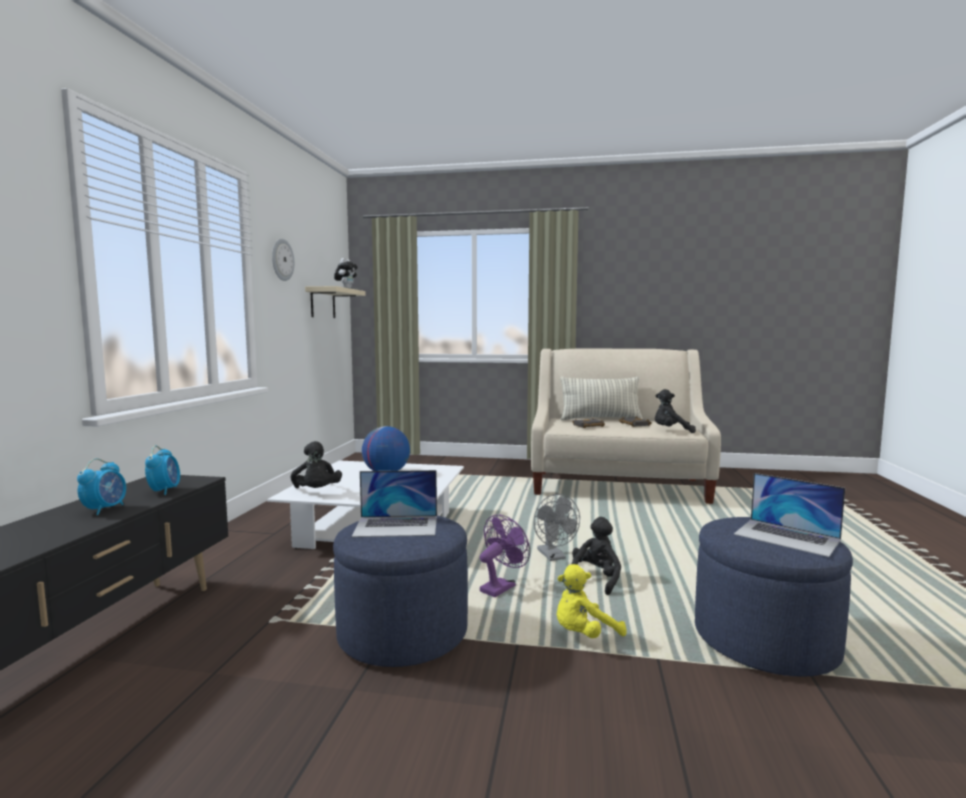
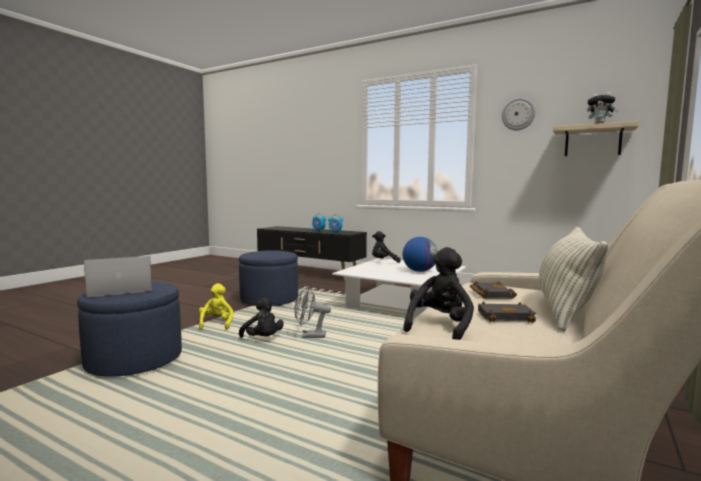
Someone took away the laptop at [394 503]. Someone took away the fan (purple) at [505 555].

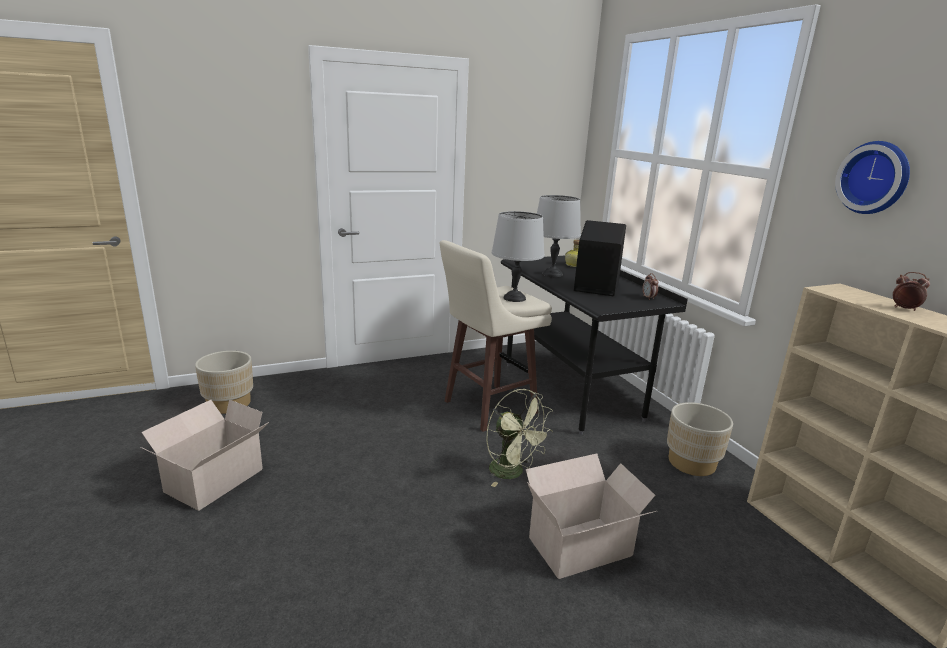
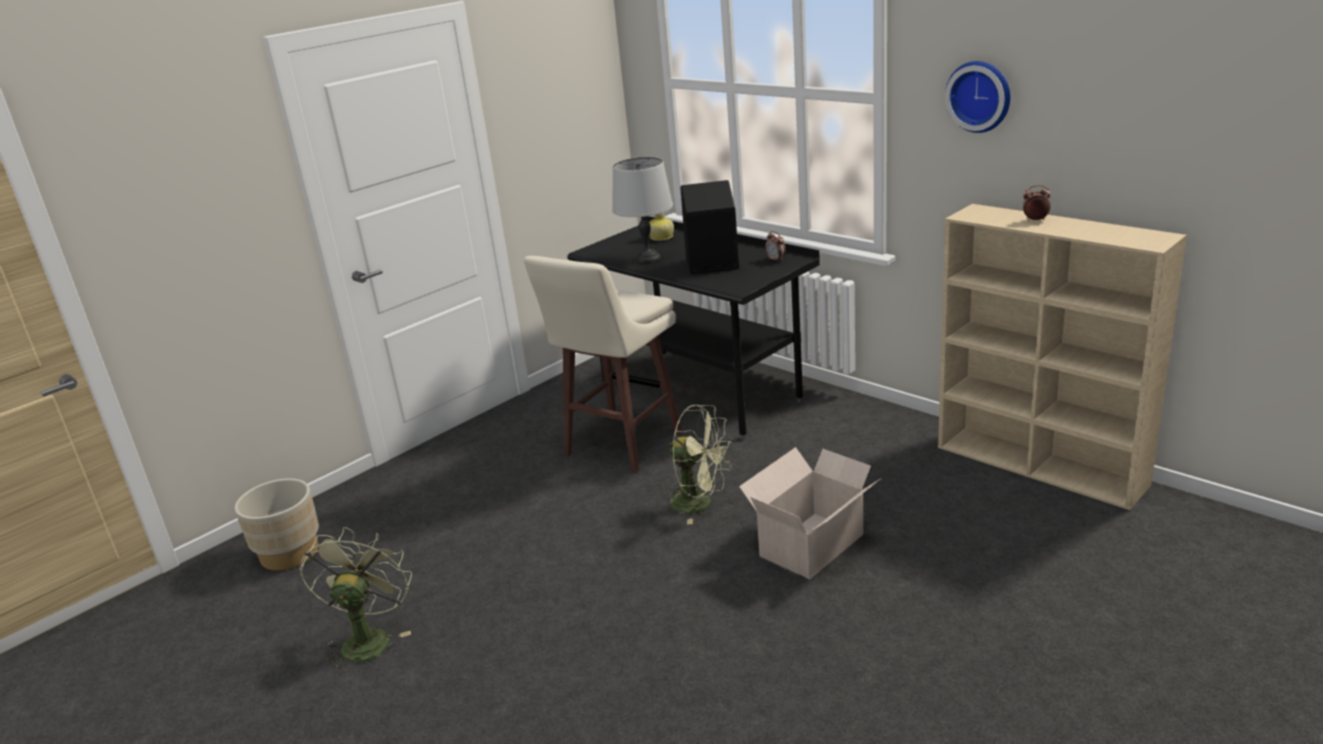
Someone took away the table lamp (grey) at [518 256]. Someone took away the planter (beige) at [700 439]. Someone swapped the cardboard box at [205 455] for the fan (green) at [356 600].

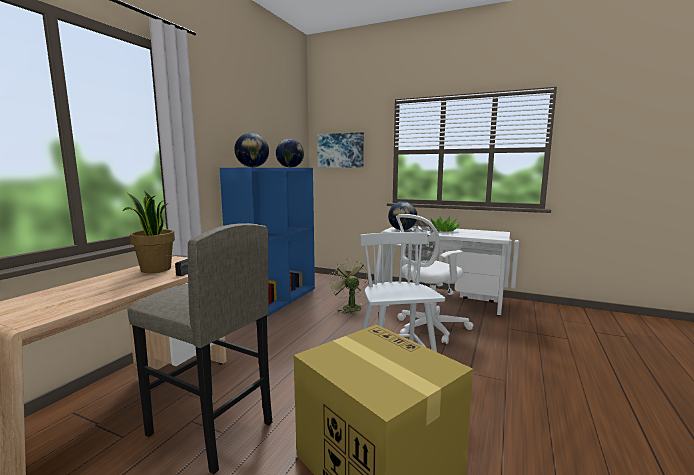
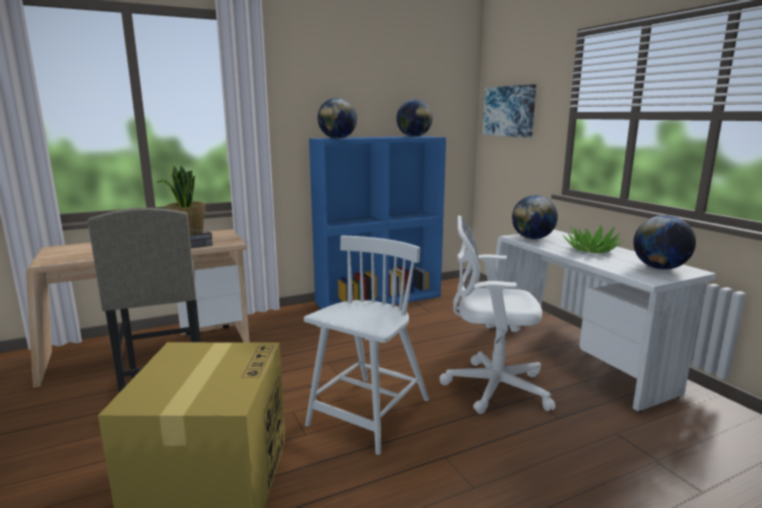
Someone took away the fan (green) at [348 288]. Someone put down the globe at [664 242].

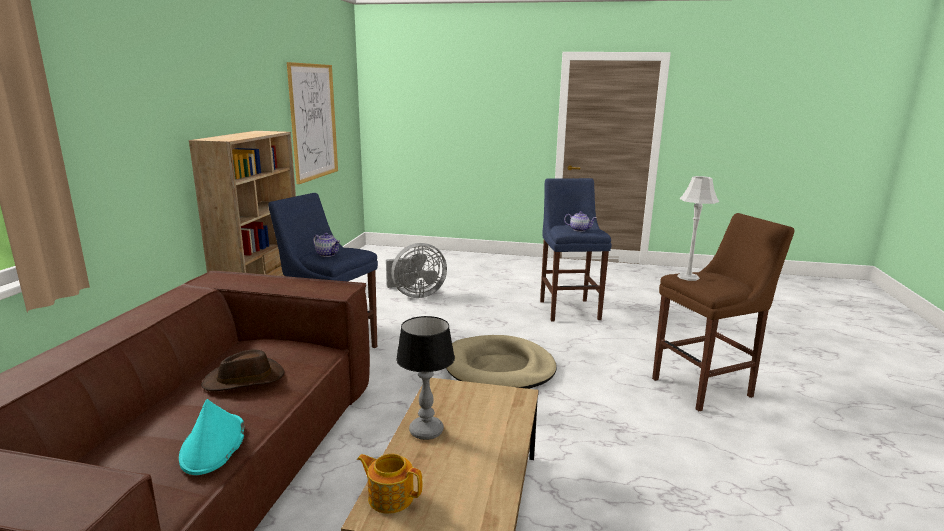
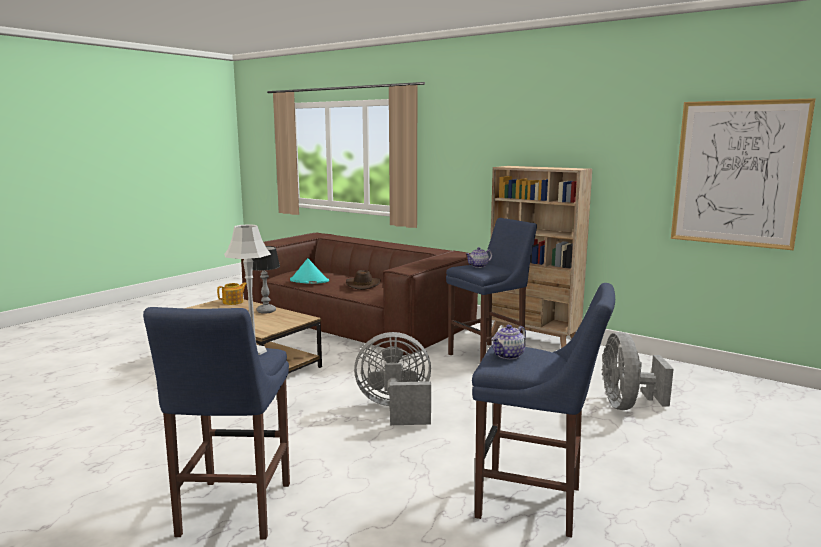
Someone swapped the dog bed (beige) at [501 362] for the fan (grey) at [392 378]. Someone repainted the stool (brown) at [723 312], which became the stool (blue) at [216 423].

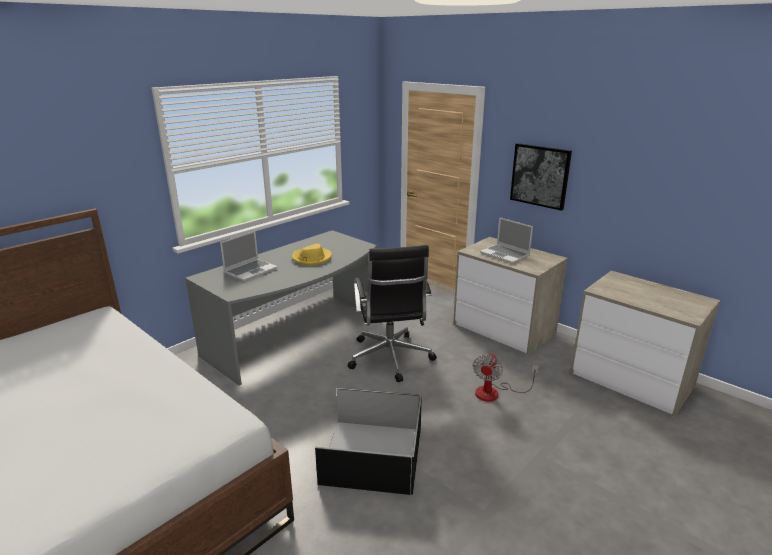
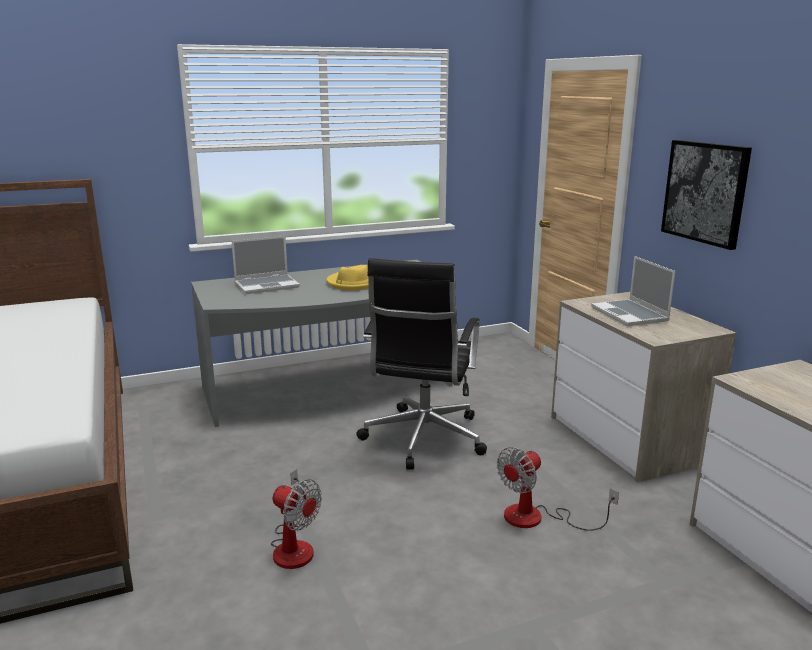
Someone swapped the storage box (black) at [368 441] for the fan at [296 519].

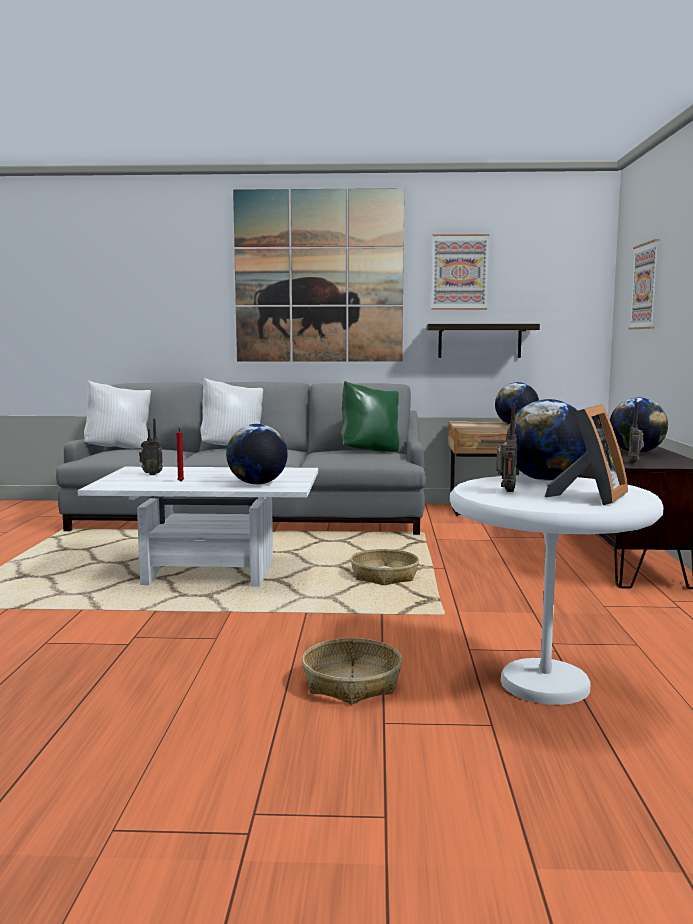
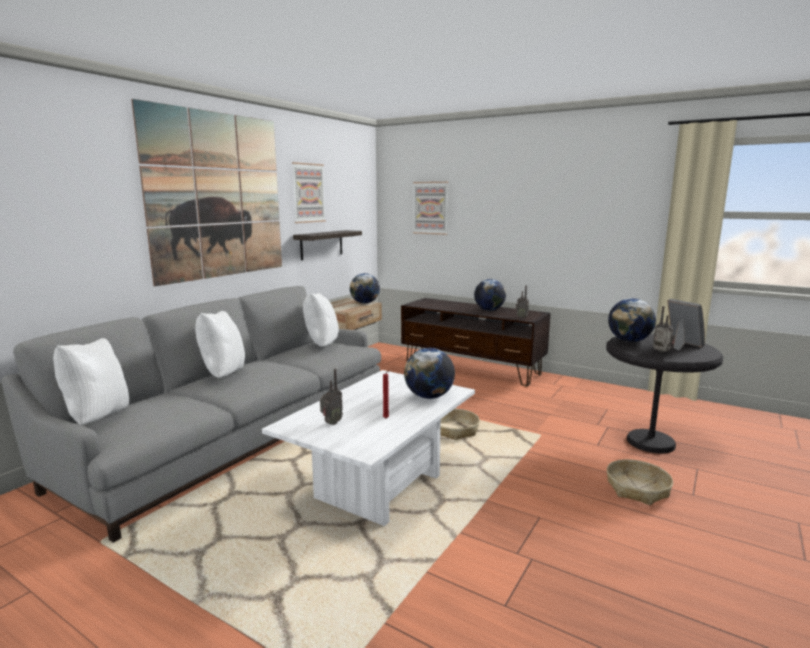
Someone repainted the pillow (green) at [370 416], which became the pillow (white) at [321 320]. Someone repainted the side table (white) at [556 590], which became the side table (black) at [665 394].

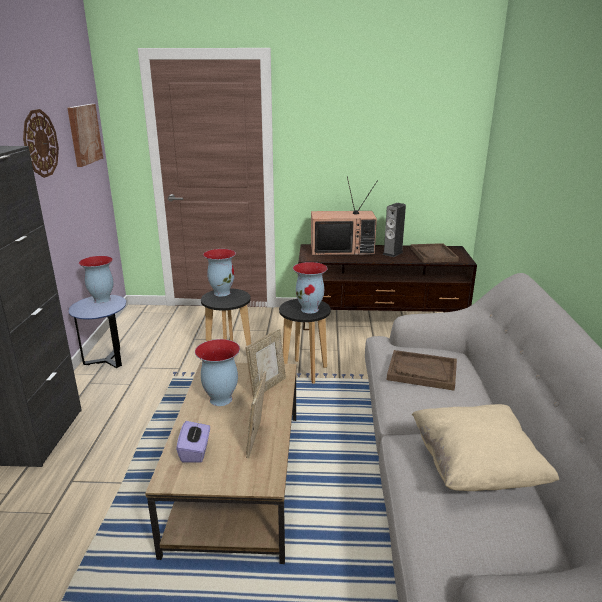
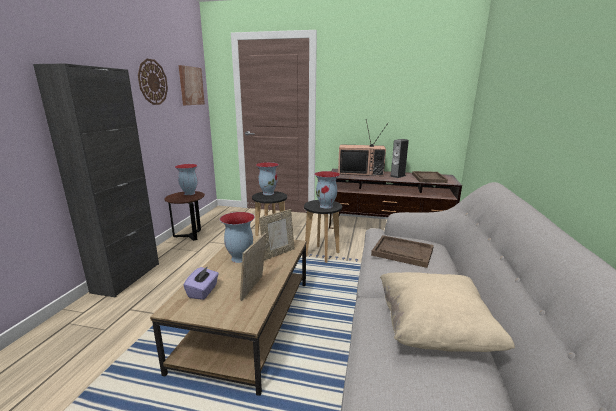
Someone repainted the side table (blue) at [97 331], which became the side table (brown) at [184 216].

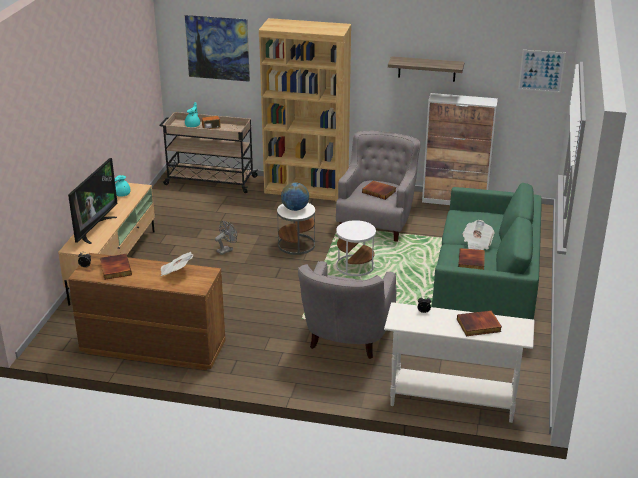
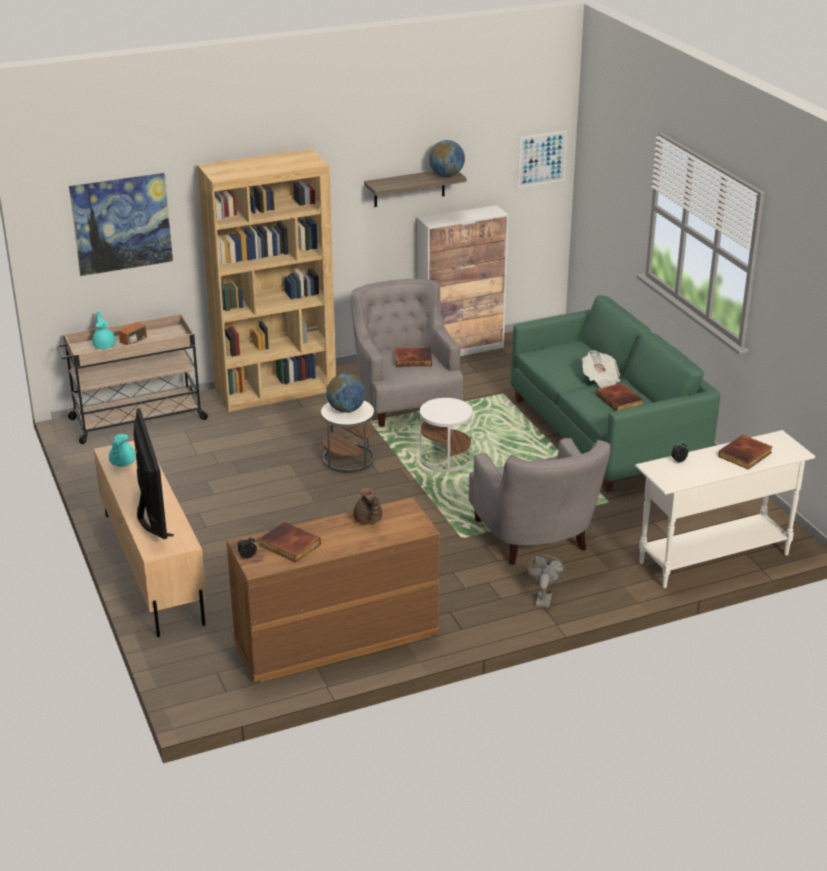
Someone put down the globe at [447 158]. Someone carried the fan (grey) from [226 238] to [546 581]. Someone swapped the newspaper at [177 264] for the teapot (brown) at [367 506].

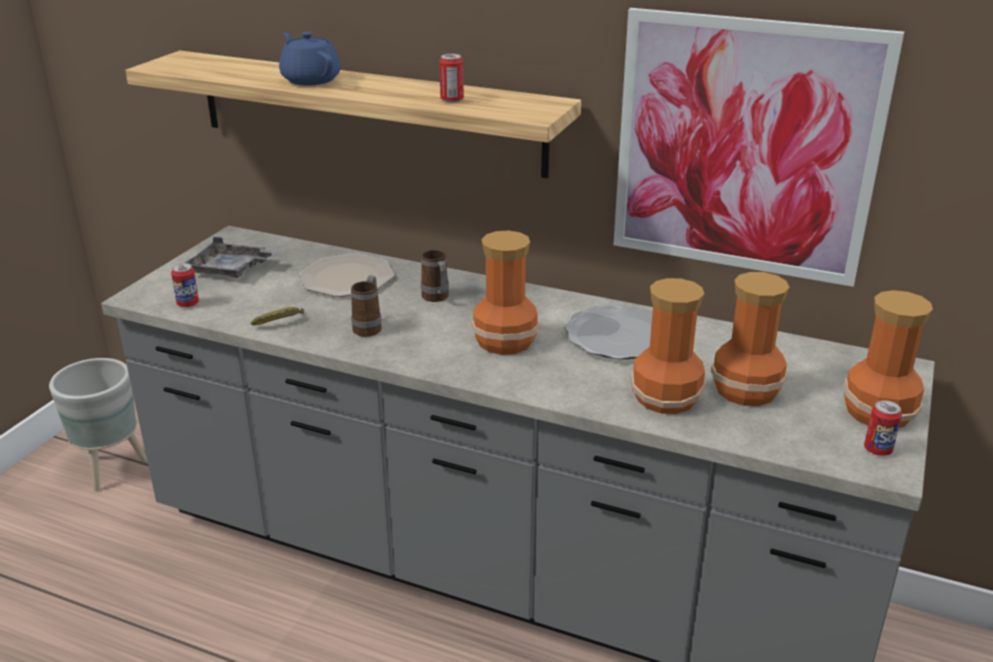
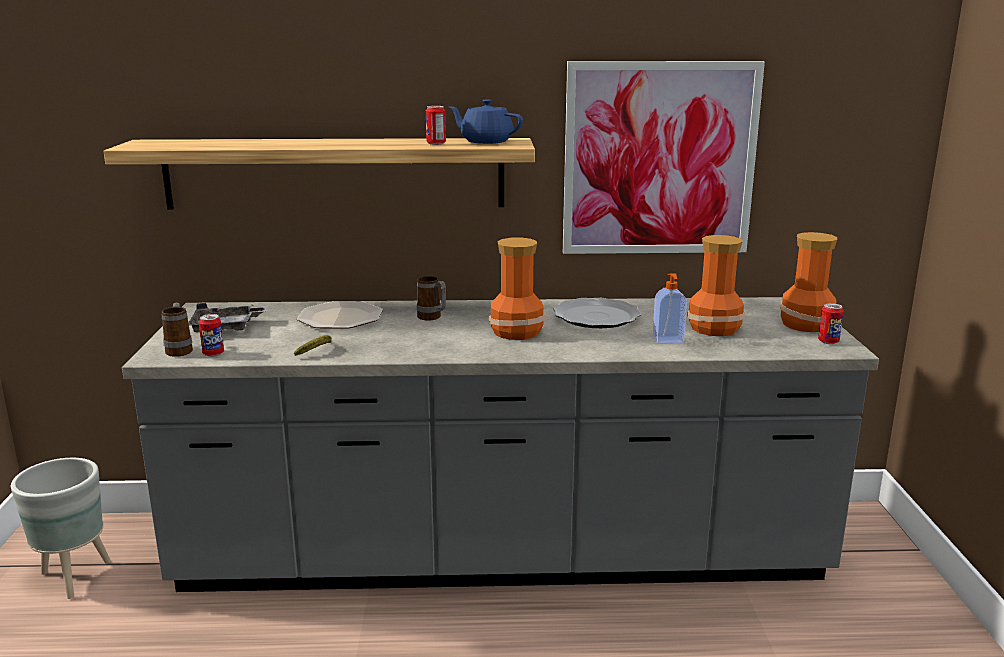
Someone carried the teapot (blue) from [310 58] to [486 122]. Someone carried the mug from [366 306] to [177 330]. Someone swapped the vase at [668 346] for the soap dispenser at [669 308].

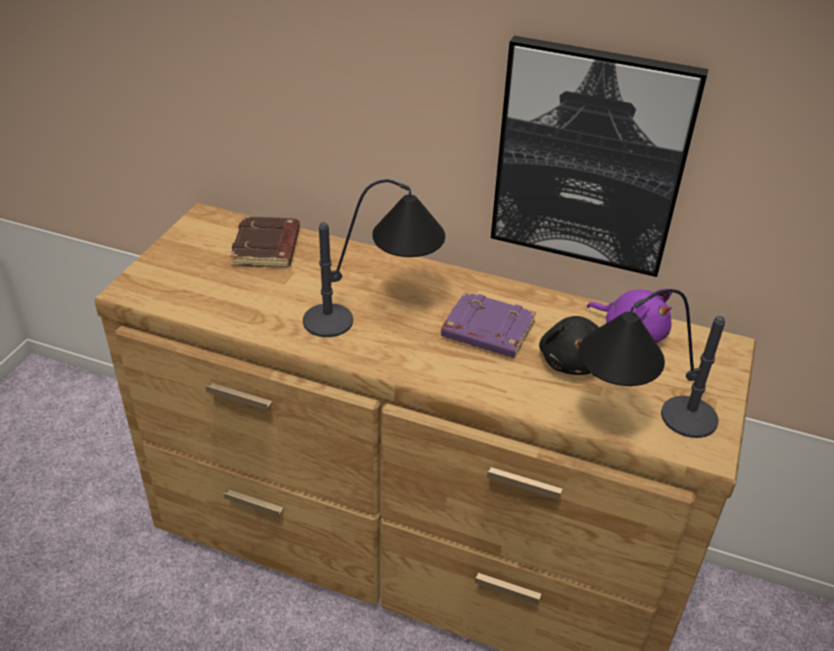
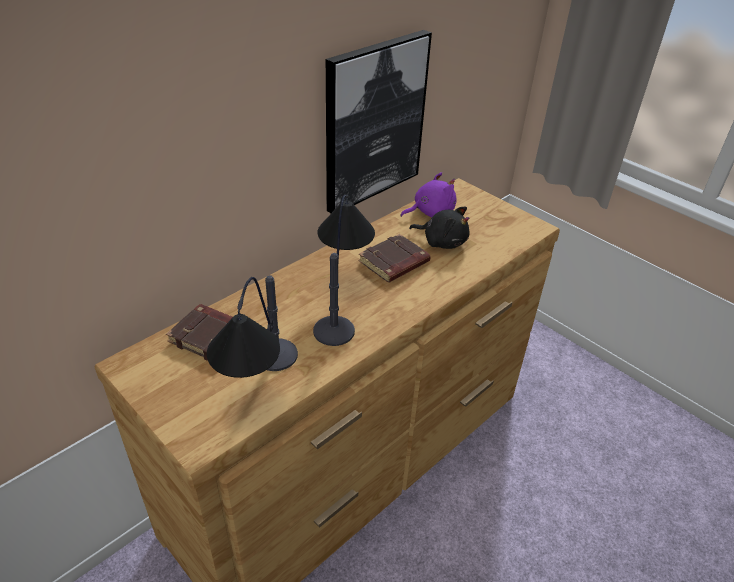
Someone carried the table lamp from [651 363] to [252 326]. Someone repainted the book (purple) at [488 324], which became the book (brown) at [394 258].

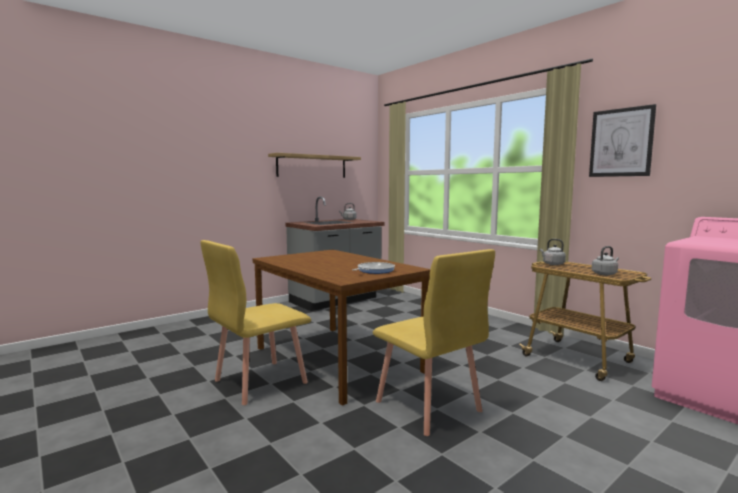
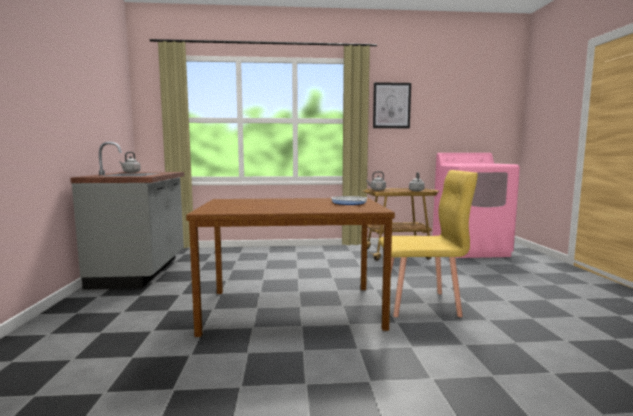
Someone took away the chair (yellow) at [255 322]. Someone took away the shelf at [314 165].

